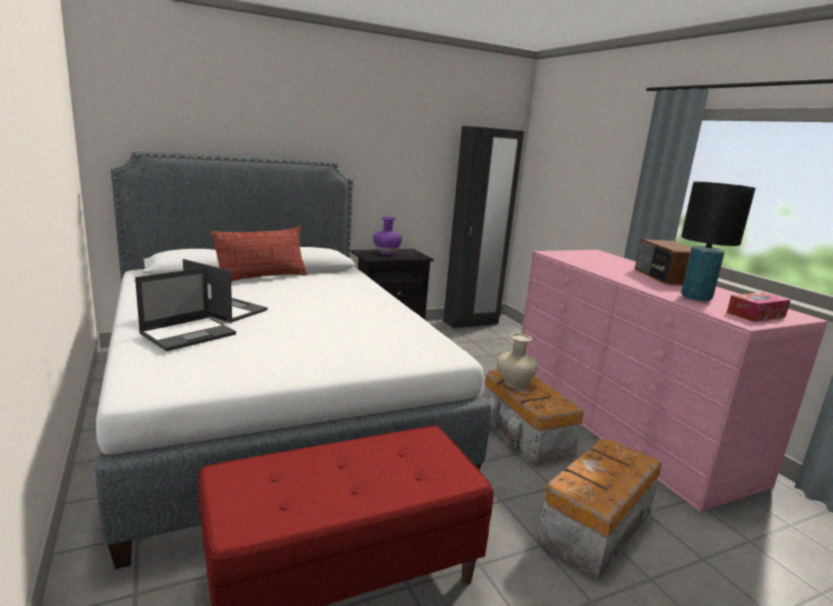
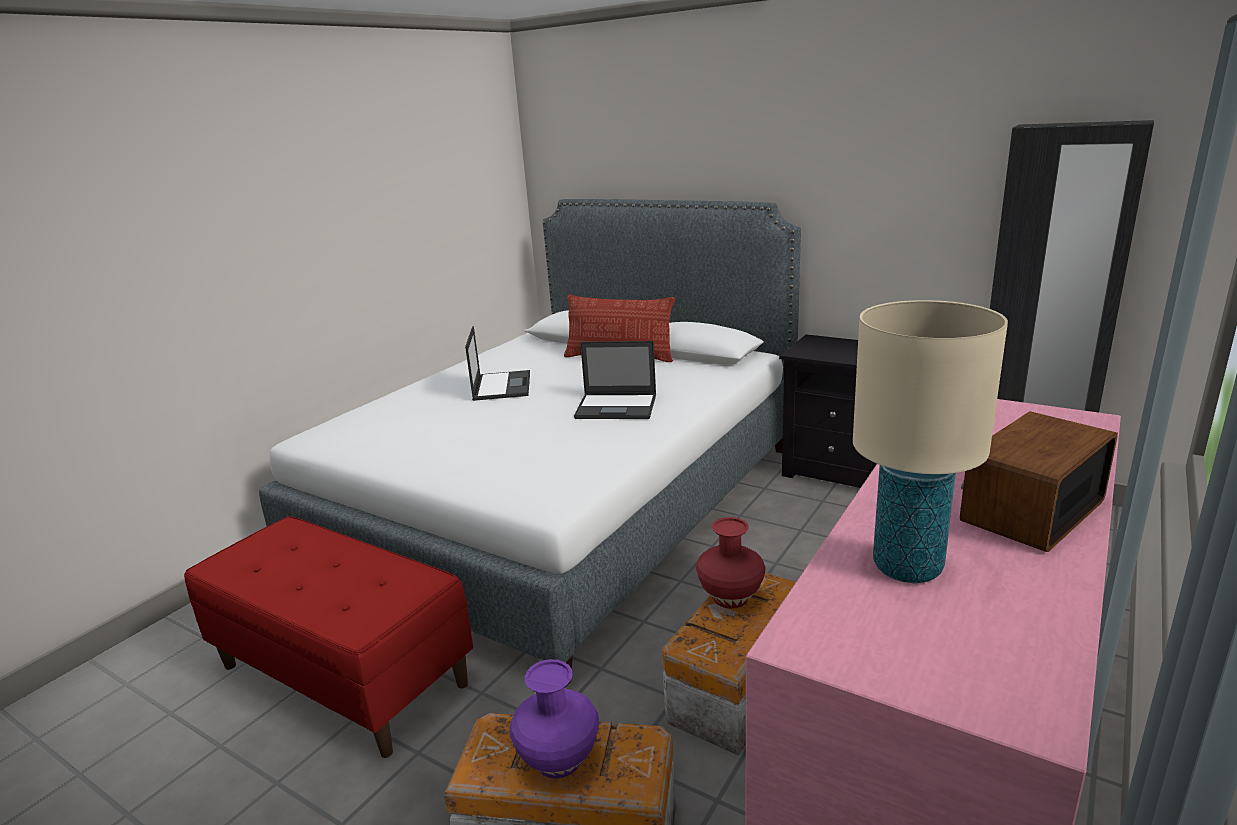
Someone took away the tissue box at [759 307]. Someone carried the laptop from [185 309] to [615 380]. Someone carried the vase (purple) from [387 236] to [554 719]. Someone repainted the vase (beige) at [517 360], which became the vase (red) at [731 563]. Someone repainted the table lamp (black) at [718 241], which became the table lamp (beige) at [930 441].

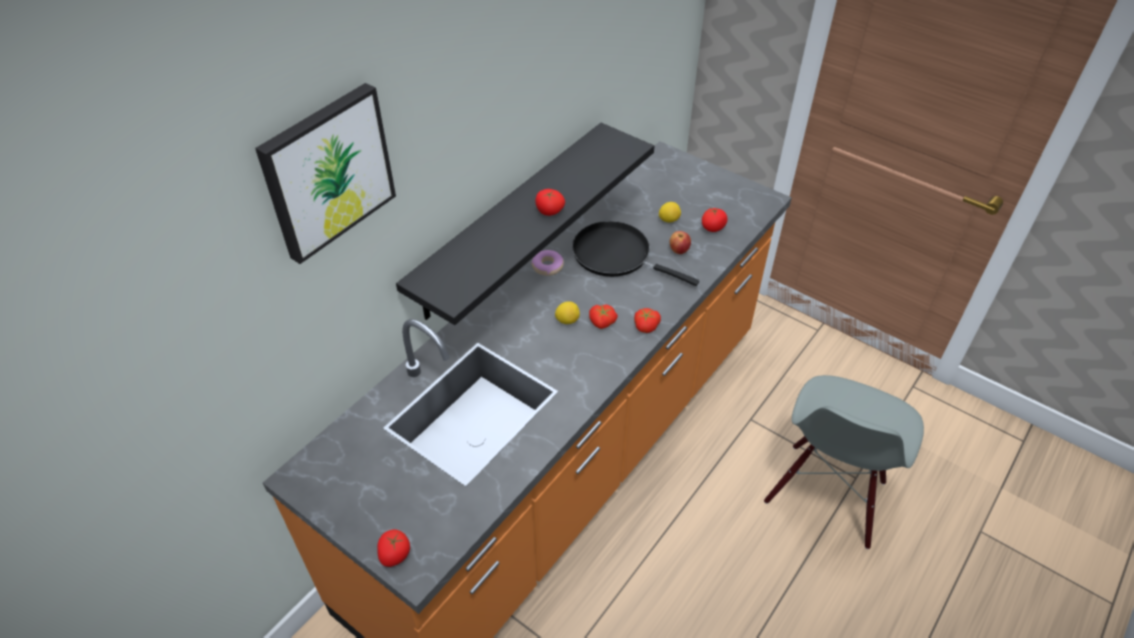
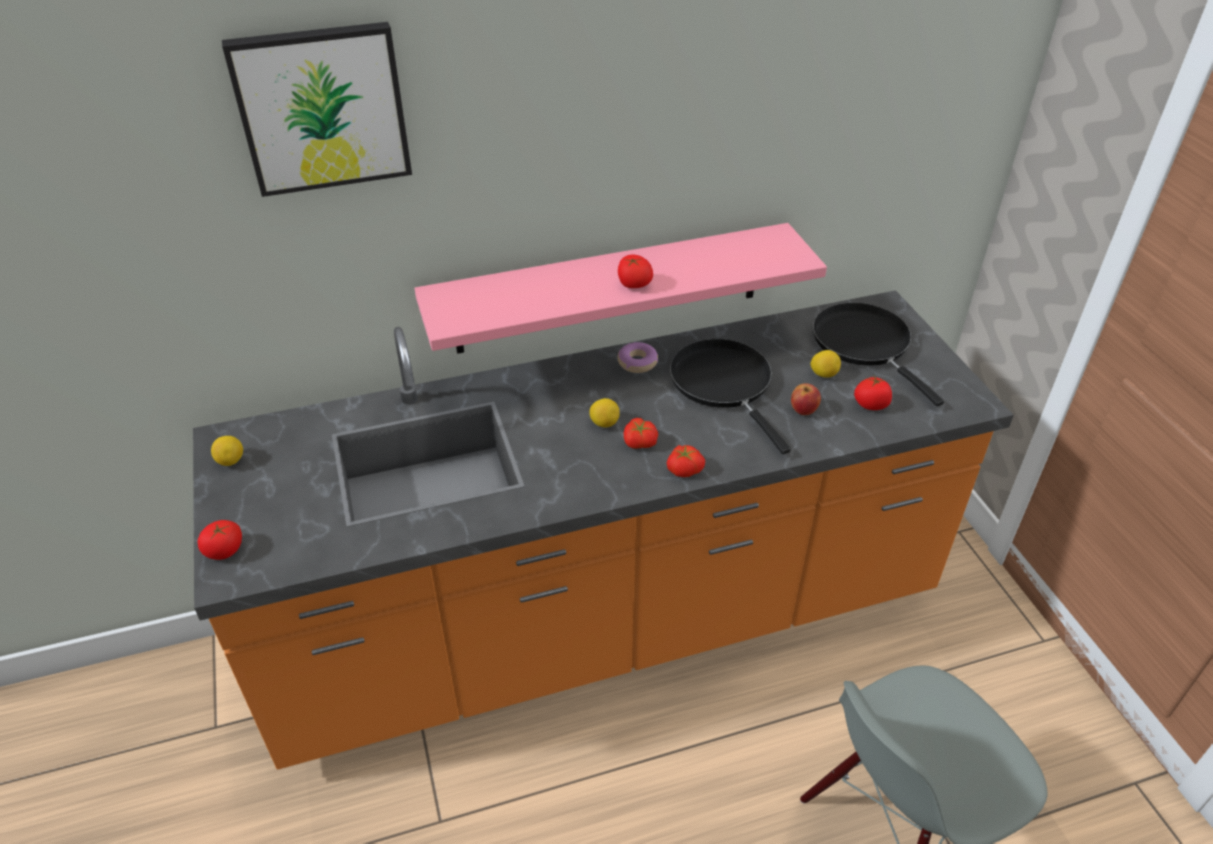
Someone put down the lemon at [227 451]. Someone put down the frying pan (black) at [878 354]. Someone repainted the shelf (black) at [525 224], which became the shelf (pink) at [620 288].

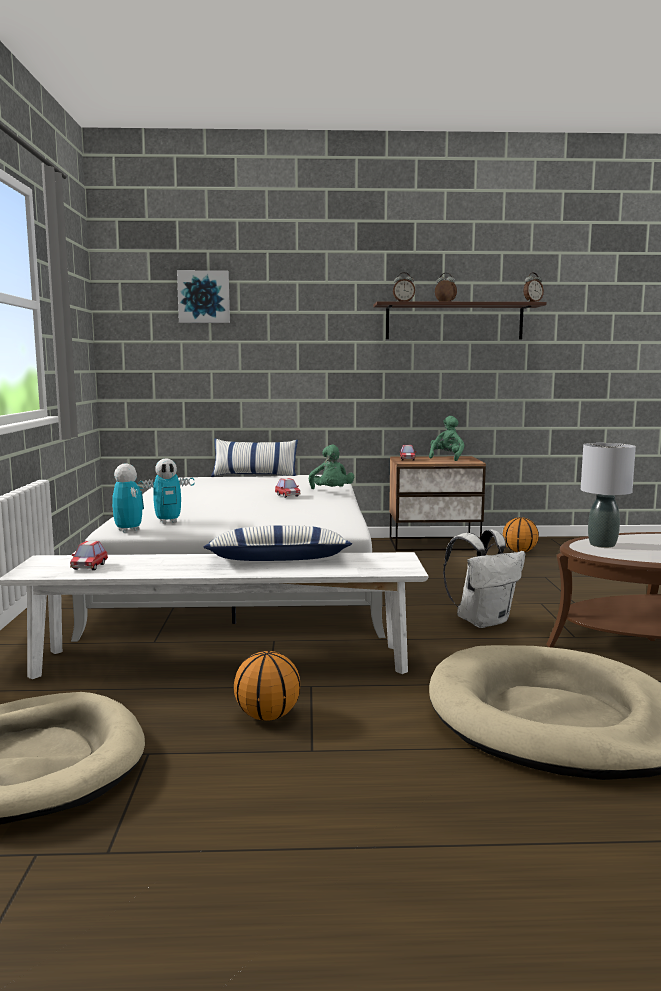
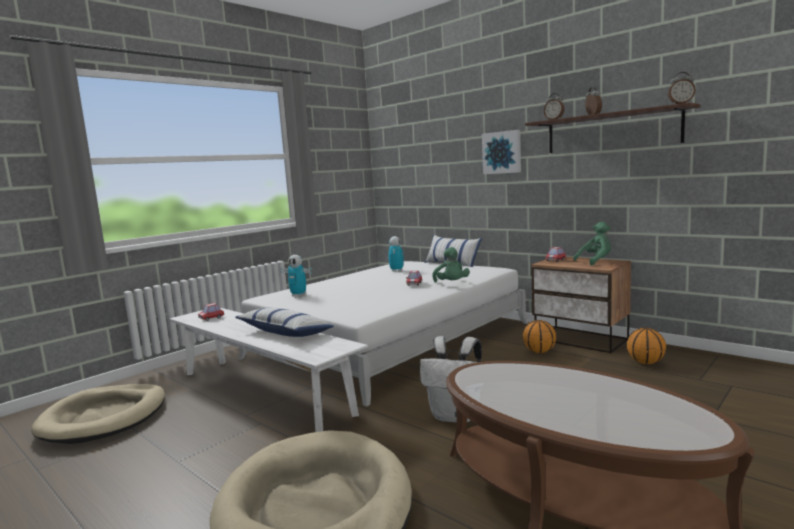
Someone took away the table lamp (grey) at [608 495]. Someone carried the toy robot from [128 498] to [396 254]. Someone carried the picture from [203 296] to [501 152]. Someone carried the basketball from [267 686] to [539 336]. Someone rotated the plush toy (green) at [331 466] by 45 degrees counterclockwise.

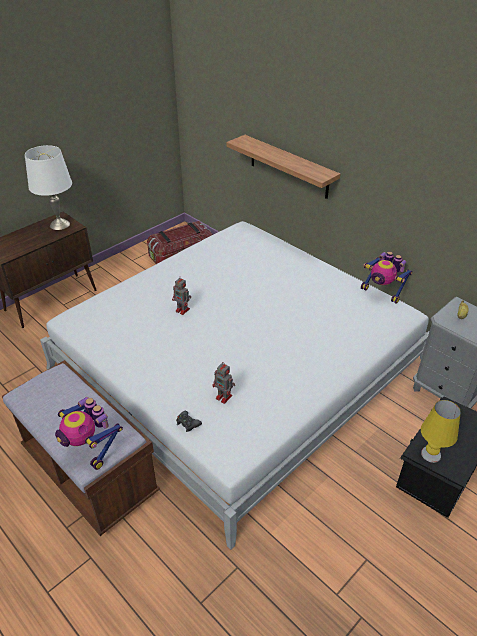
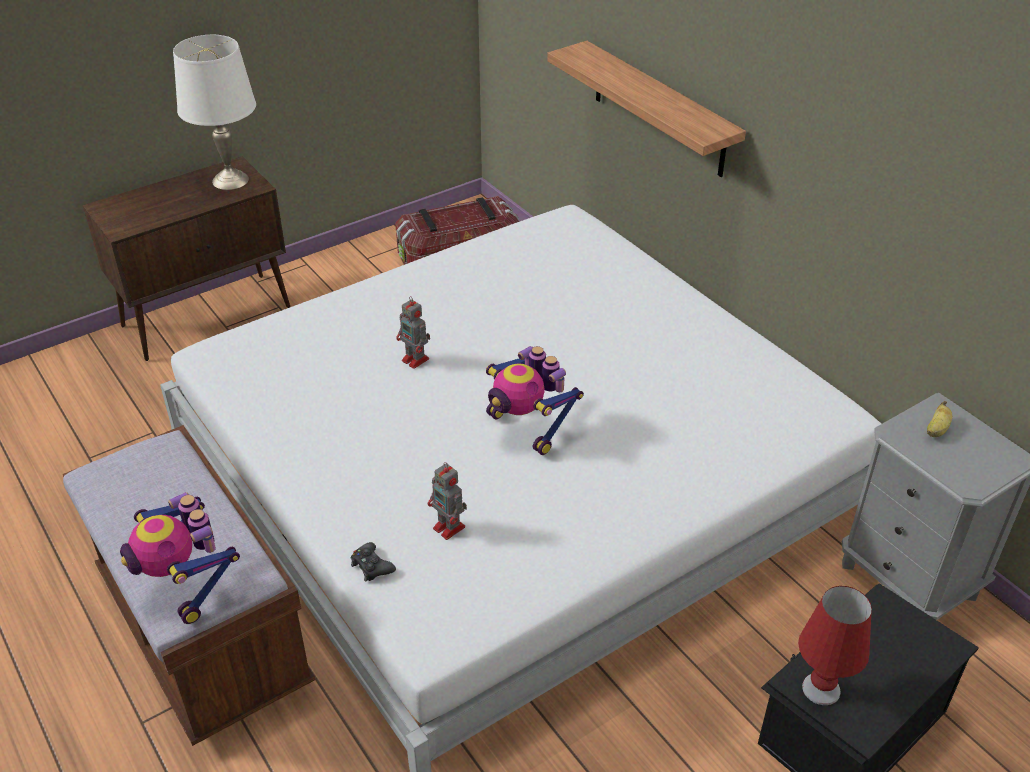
Someone carried the toy robot from [386 277] to [535 400]. Someone repainted the table lamp (yellow) at [441 431], which became the table lamp (red) at [835 645].

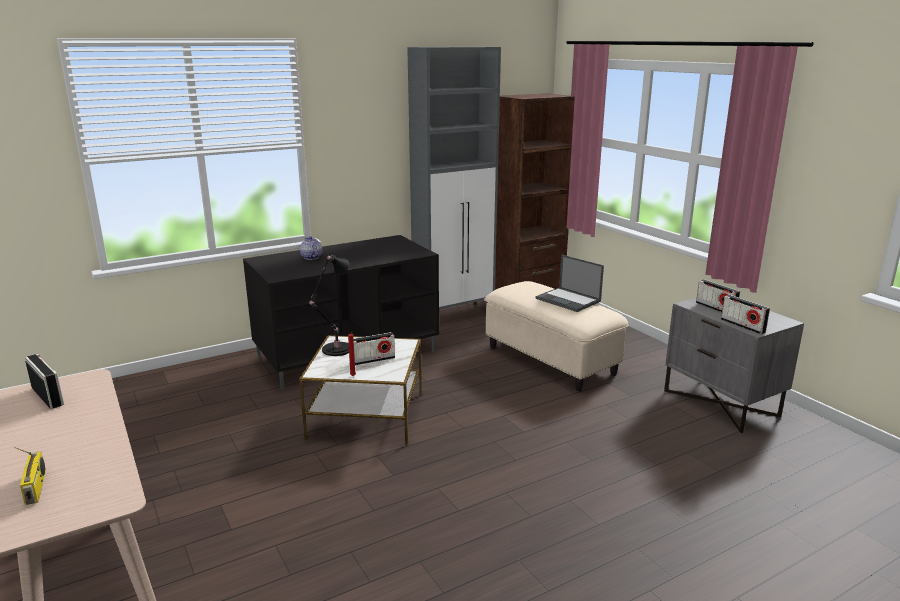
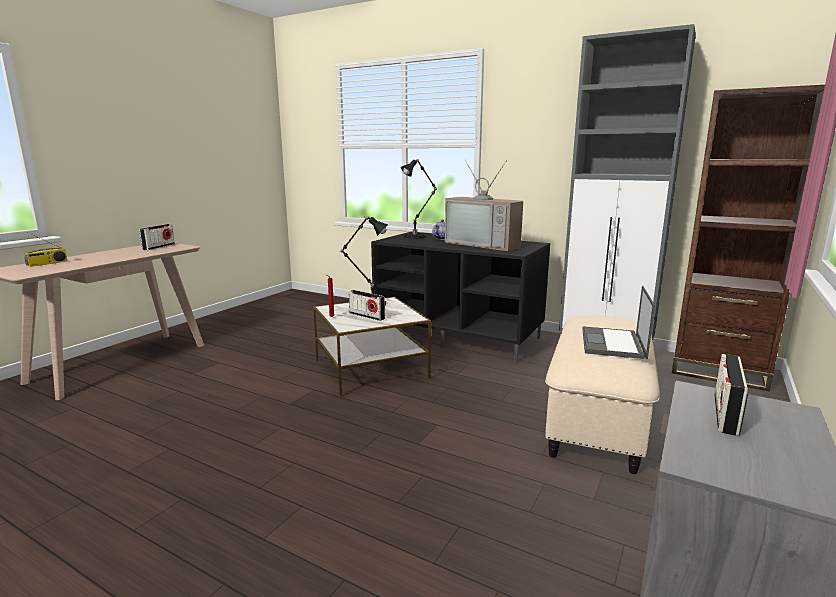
Someone took away the radio at [745 314]. Someone put down the table lamp (black) at [419 199]. Someone put down the television at [484 205].

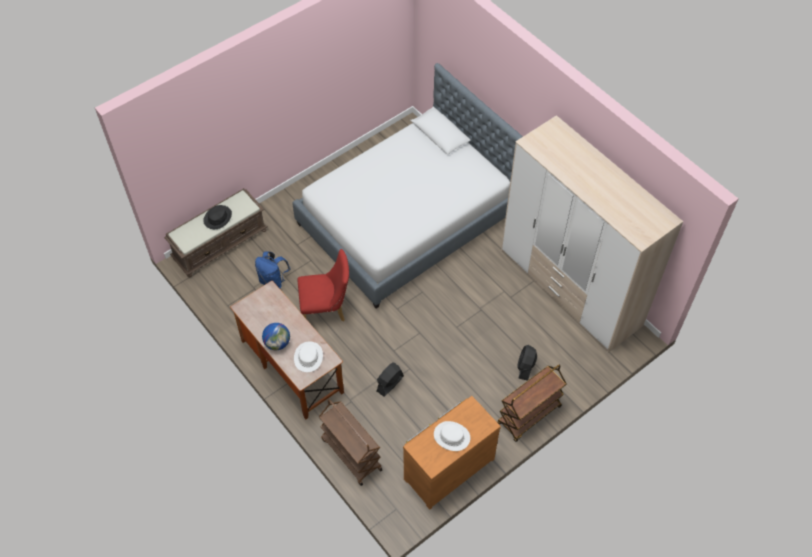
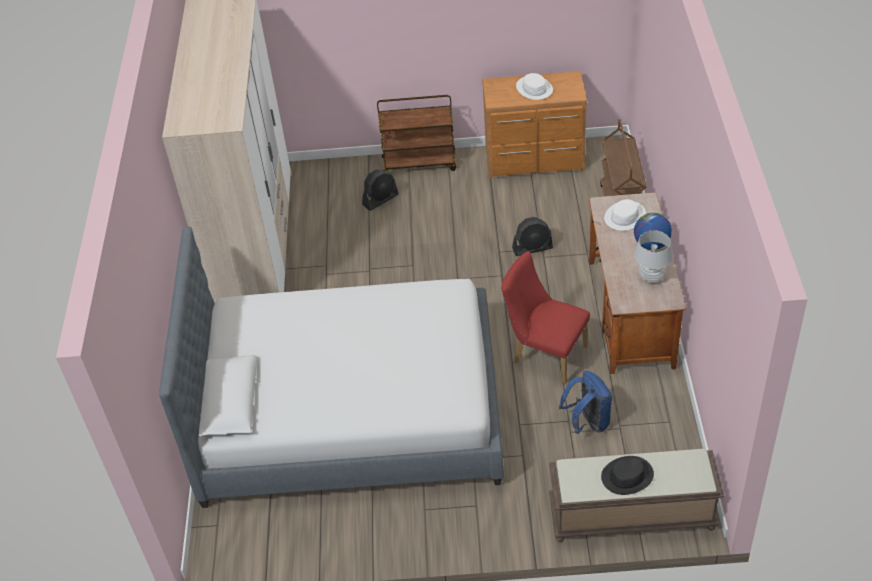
Someone put down the table lamp (white) at [653 256].

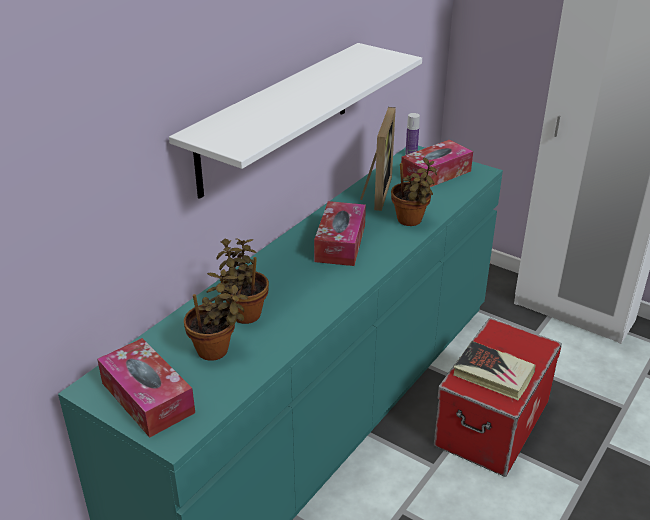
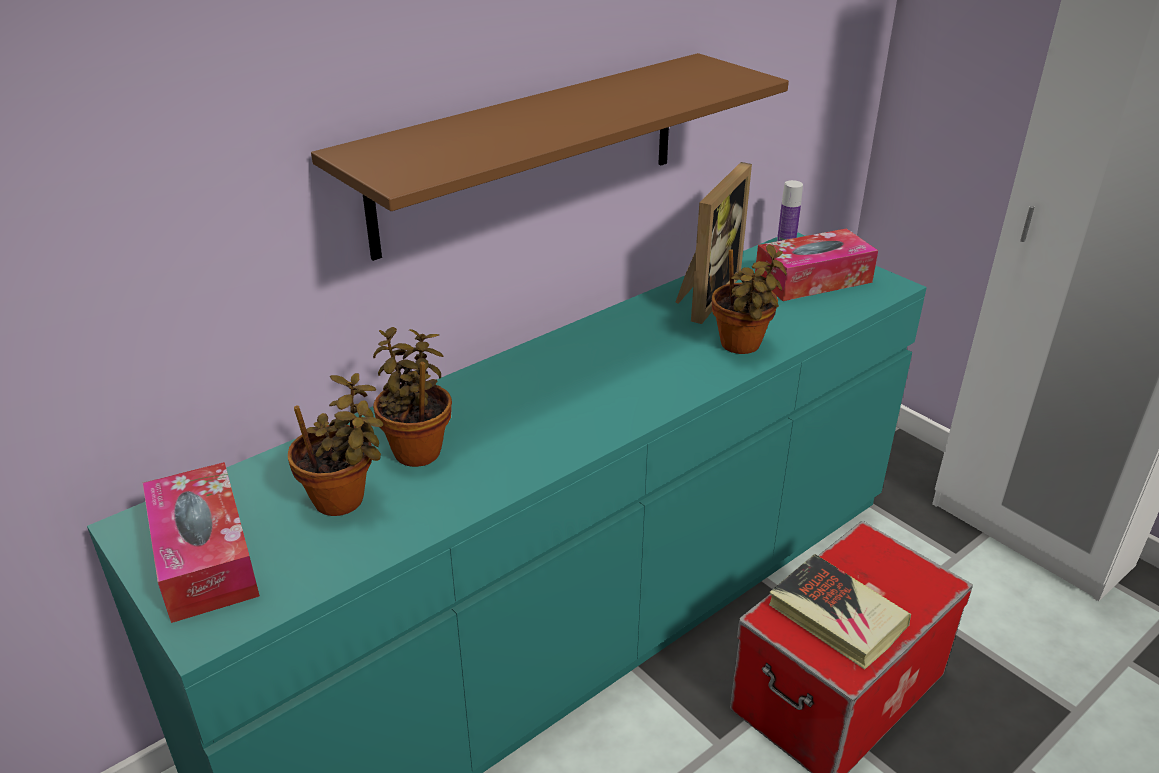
Someone took away the tissue box at [340 233]. Someone repainted the shelf (white) at [295 121], which became the shelf (brown) at [550 157].

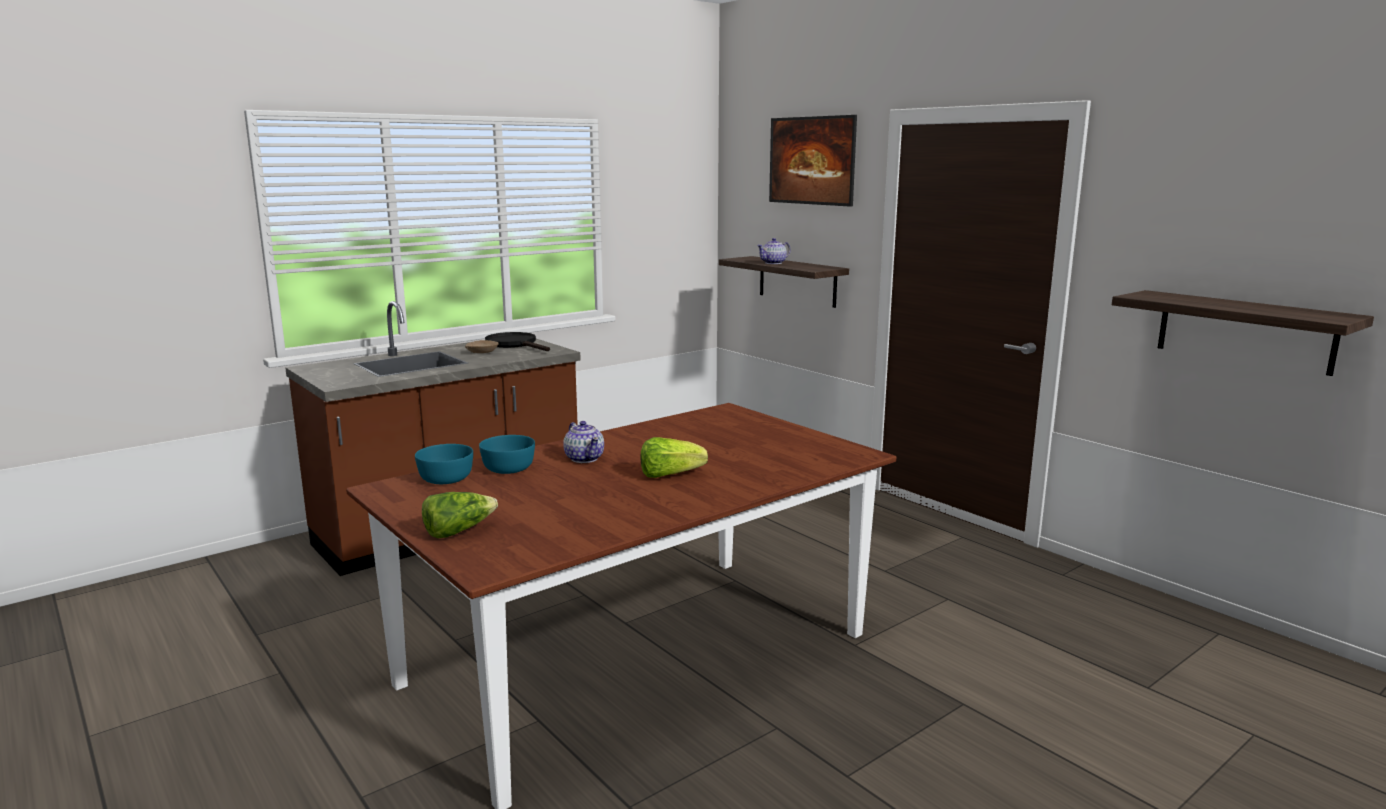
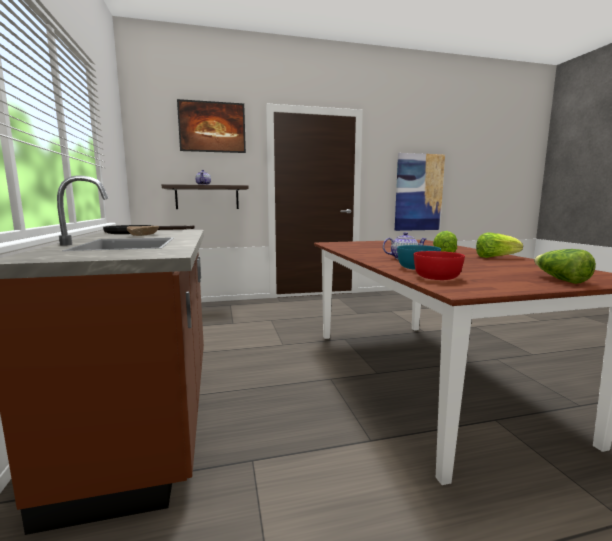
Someone put down the lettuce at [499 245]. Someone swapped the shelf at [1243 333] for the picture at [420 192]. Someone repainted the bowl (turquoise) at [444 464], which became the bowl (red) at [439 265].

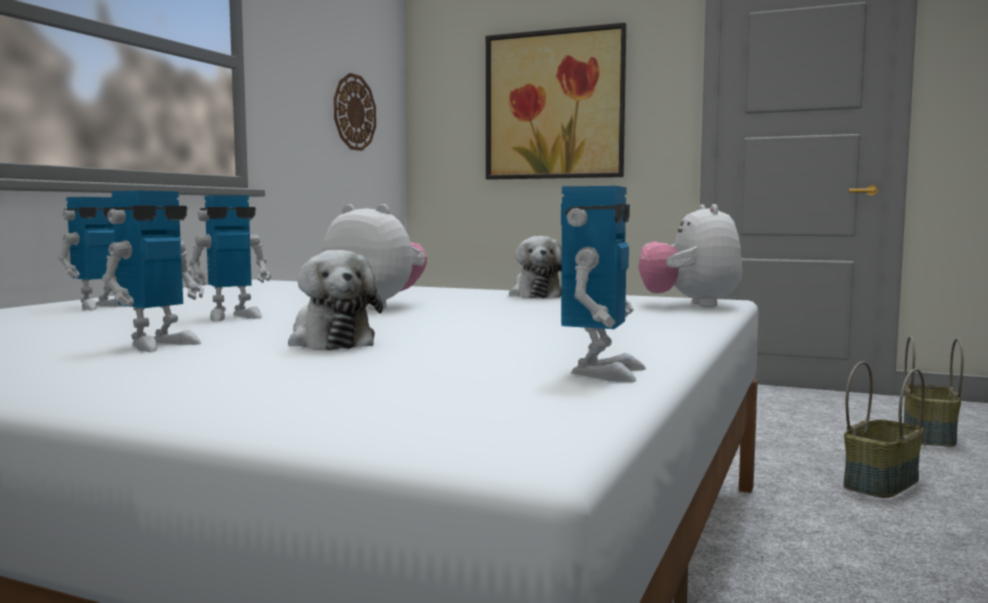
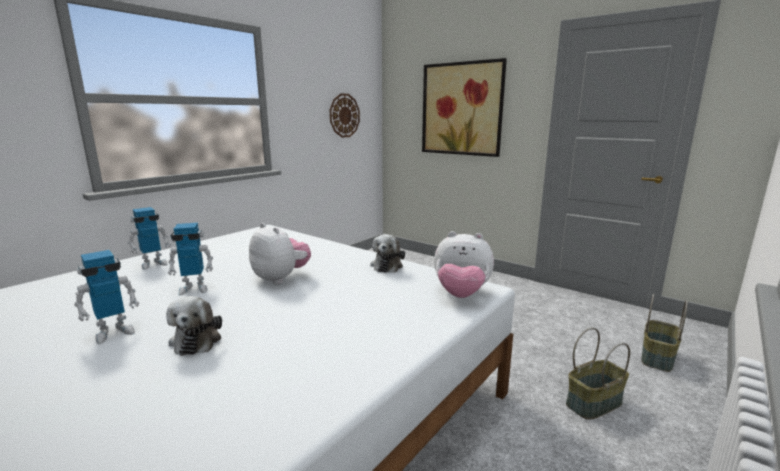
Someone took away the toy robot at [603 284]. Someone rotated the plush toy at [690 255] by 90 degrees counterclockwise.

